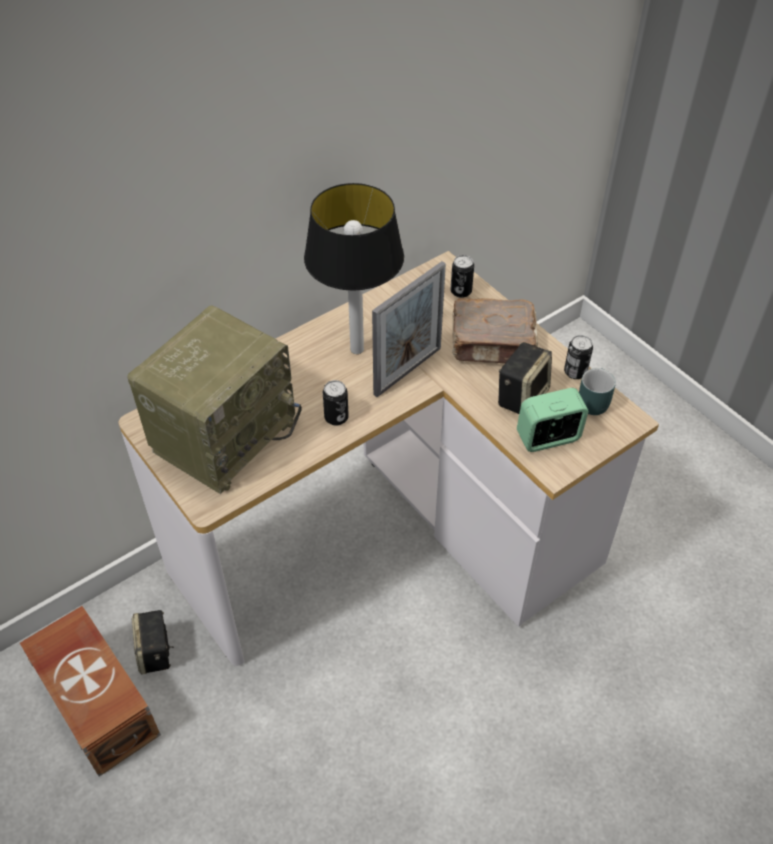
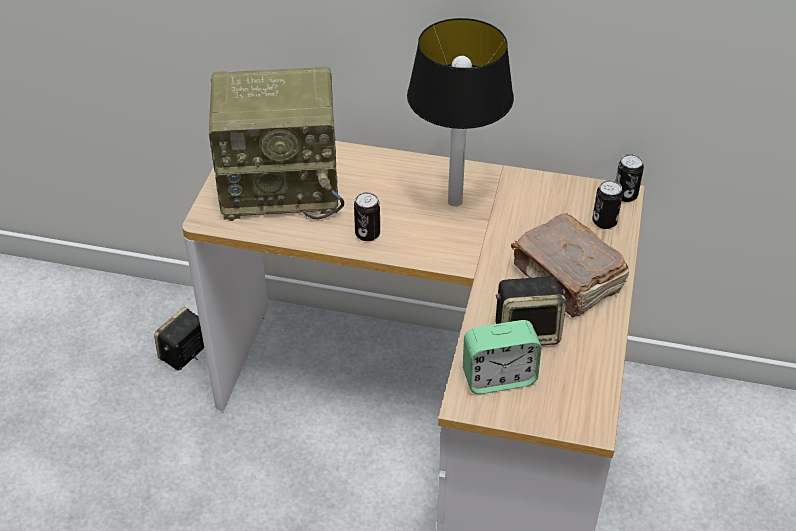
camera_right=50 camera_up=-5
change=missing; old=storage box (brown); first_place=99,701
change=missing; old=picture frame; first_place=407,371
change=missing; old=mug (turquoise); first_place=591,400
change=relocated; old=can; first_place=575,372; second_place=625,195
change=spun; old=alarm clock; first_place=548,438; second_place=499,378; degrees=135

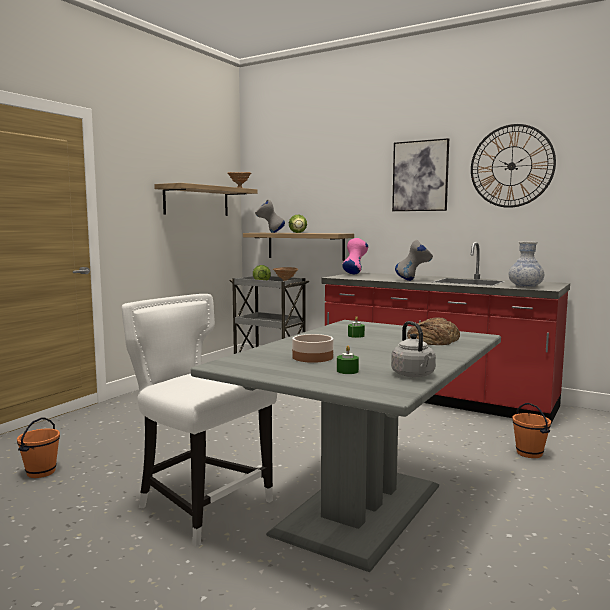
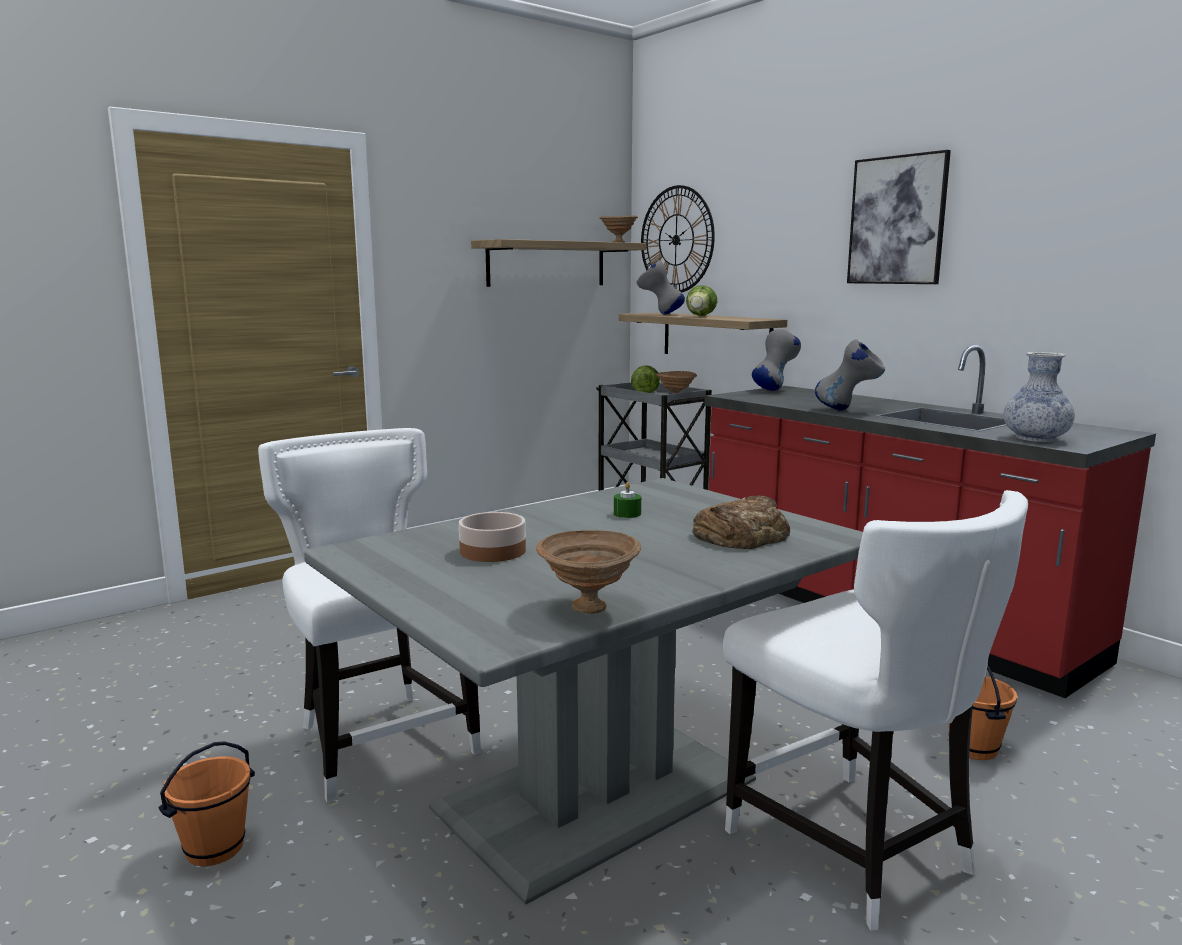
camera_right=20 camera_up=5
change=missing; old=candle (green); first_place=347,371
change=appeared; new=chair (white); second_place=854,850
change=relocated; old=bucket (orange); first_place=40,472; second_place=214,848
change=relocated; old=wall clock; first_place=511,166; second_place=676,240
change=exchanged; old=kettle (grey); new=bowl (brown); first_place=414,375; second_place=590,608
change=colour; old=vase (pink); new=vase (grey); first_place=354,274; second_place=774,389

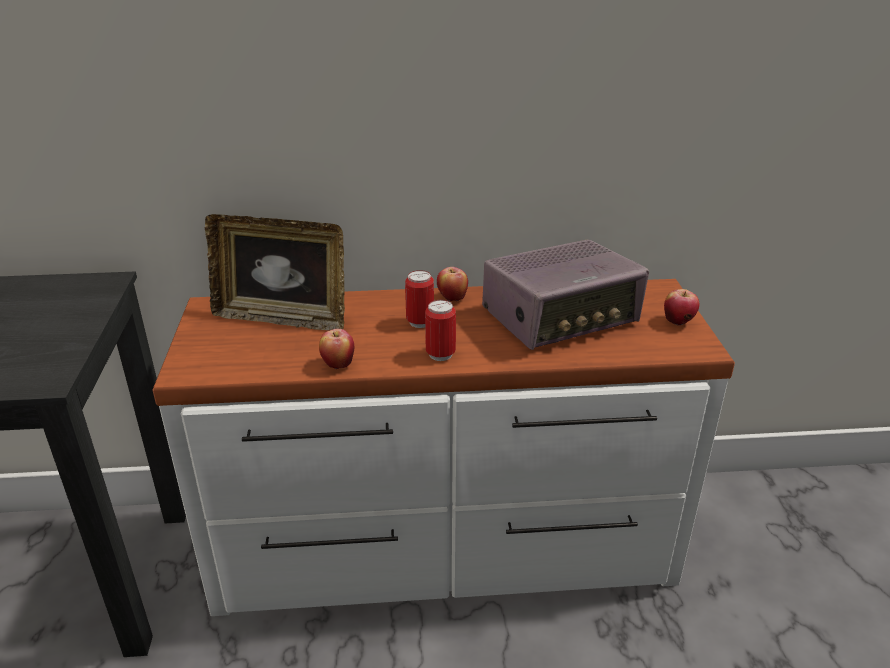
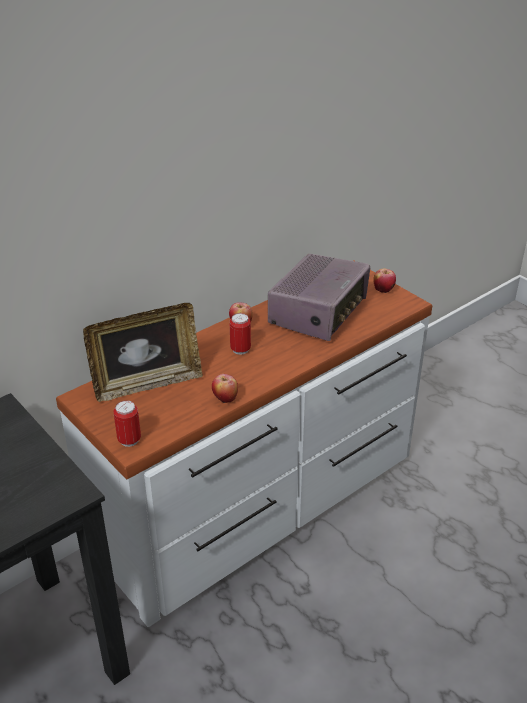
camera_right=-35 camera_up=5
change=relocated; old=can; first_place=440,354; second_place=129,440

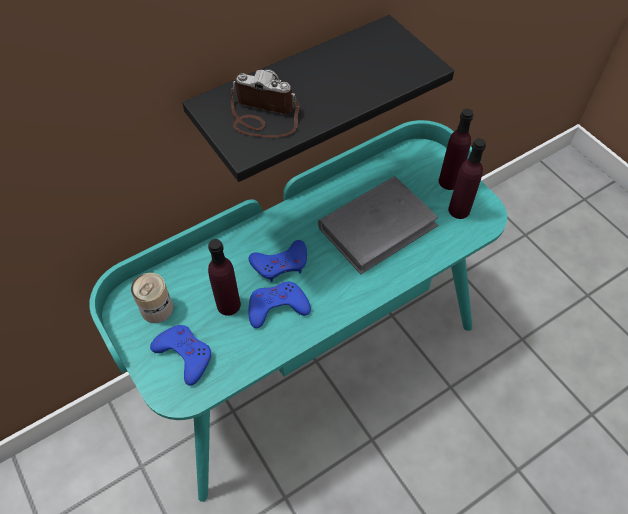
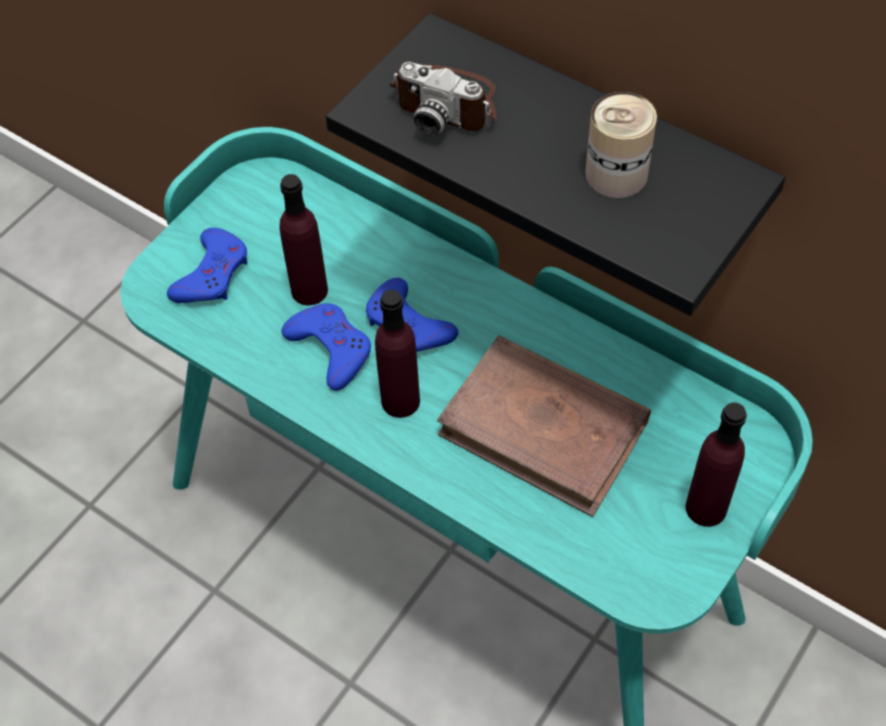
camera_right=70 camera_up=0
change=relocated; old=can; first_place=157,309; second_place=616,174
change=relocated; old=bottle (purple); first_place=459,210; second_place=400,401
change=colour; old=book (grey); new=book (brown); first_place=377,227; second_place=544,429
change=spun; old=photo camera; first_place=263,115; second_place=447,102; degrees=120

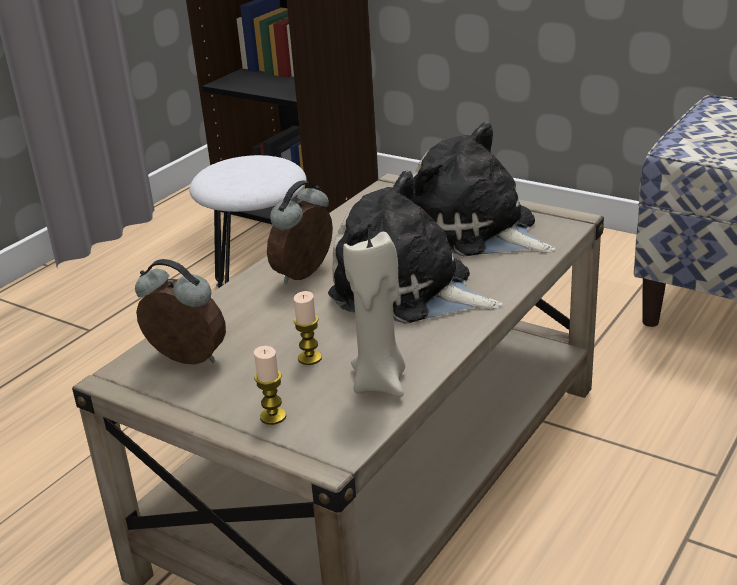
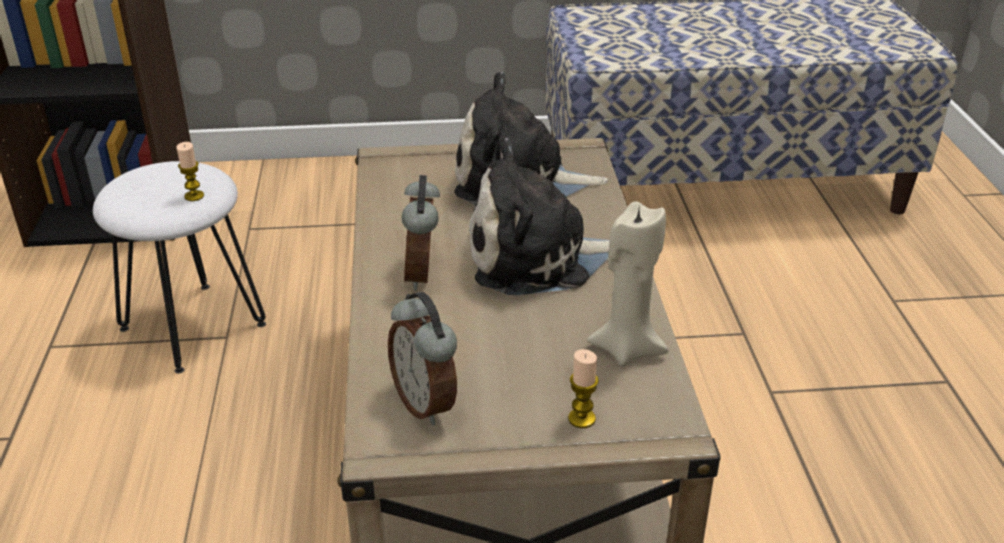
camera_right=-40 camera_up=5
change=relocated; old=candle; first_place=309,358; second_place=194,196
change=spun; old=alarm clock; first_place=186,361; second_place=426,404; degrees=-105

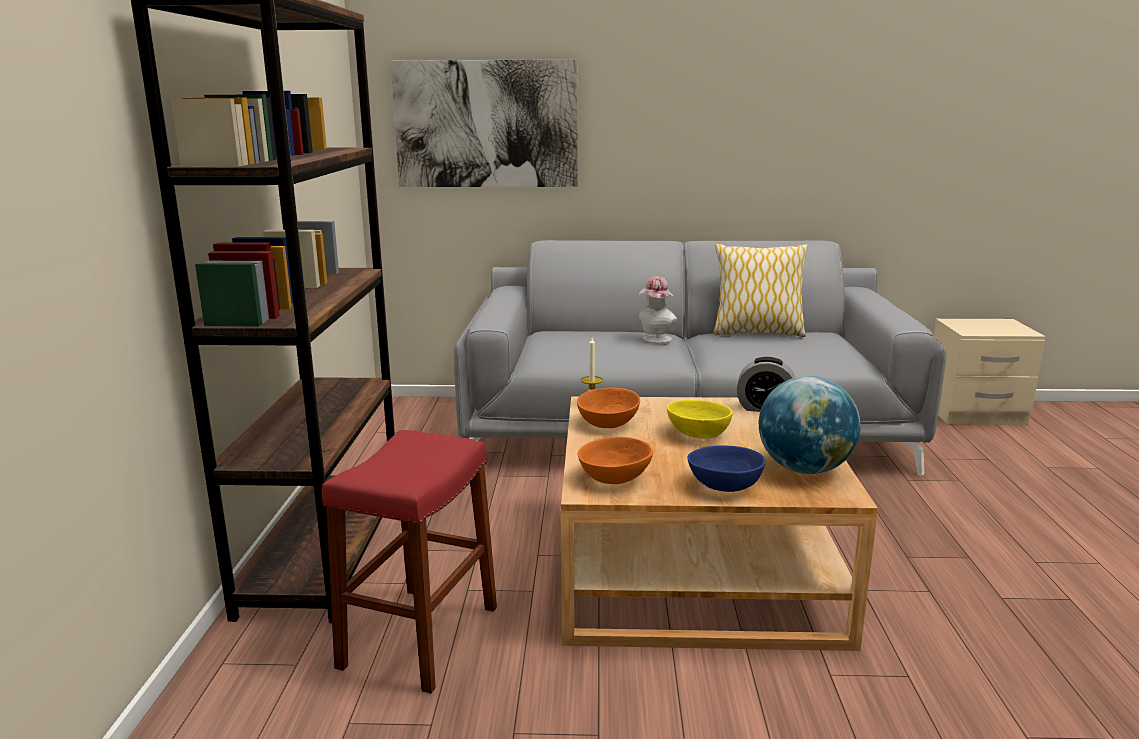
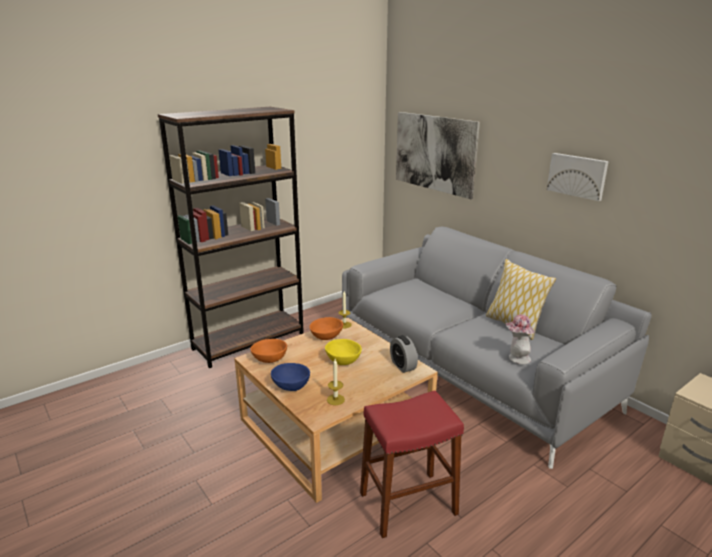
camera_right=50 camera_up=5
change=appeared; new=picture; second_place=577,175
change=relocated; old=stool (red); first_place=420,636; second_place=408,503
change=relocated; old=hat; first_place=655,340; second_place=516,358
change=exchanged; old=globe; new=candle; first_place=805,469; second_place=335,399

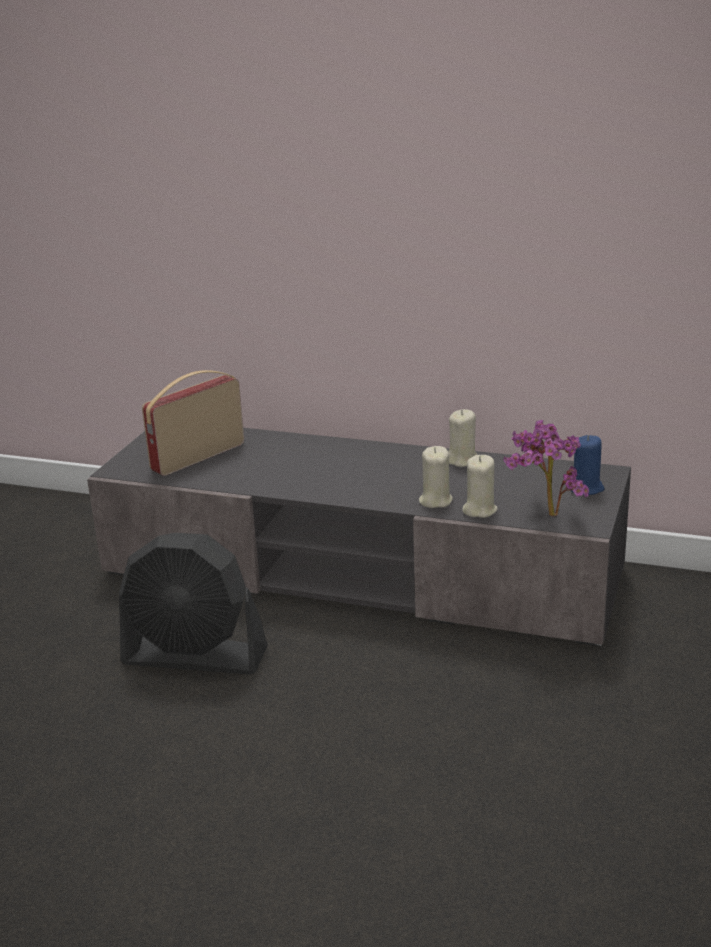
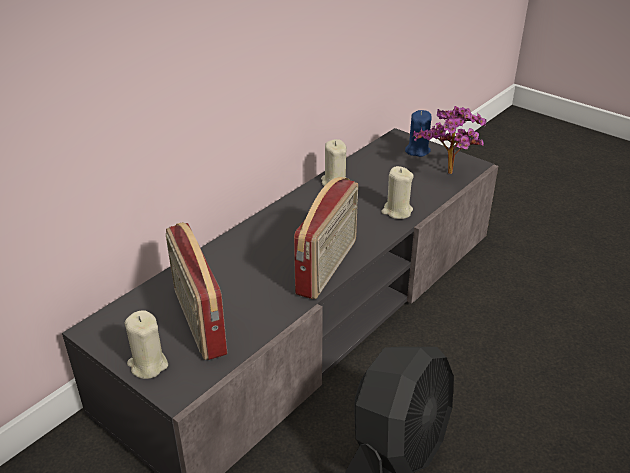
camera_right=-70 camera_up=10
change=appeared; new=radio; second_place=328,267
change=relocated; old=candle (beige); first_place=479,510; second_place=148,365

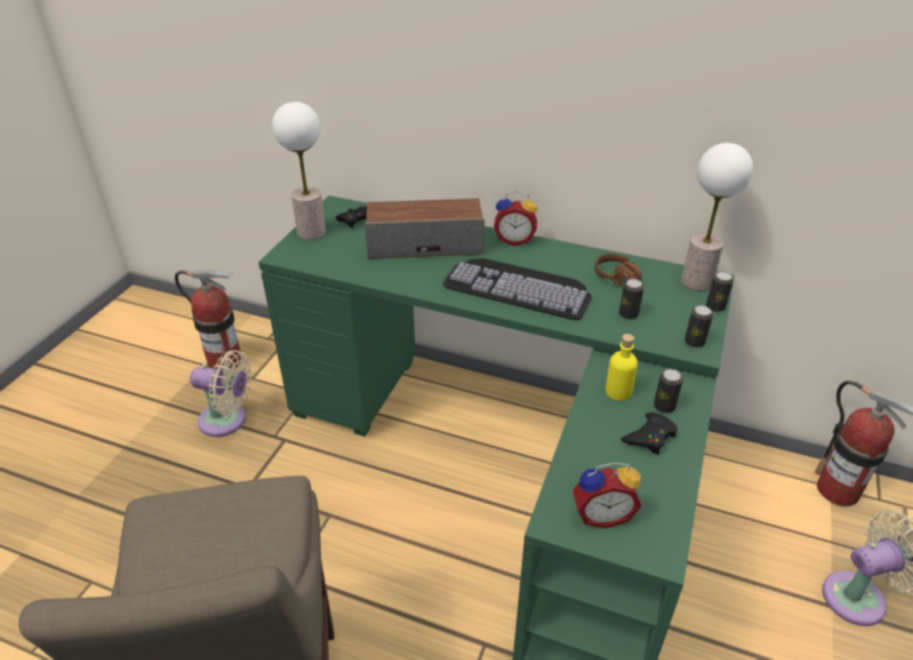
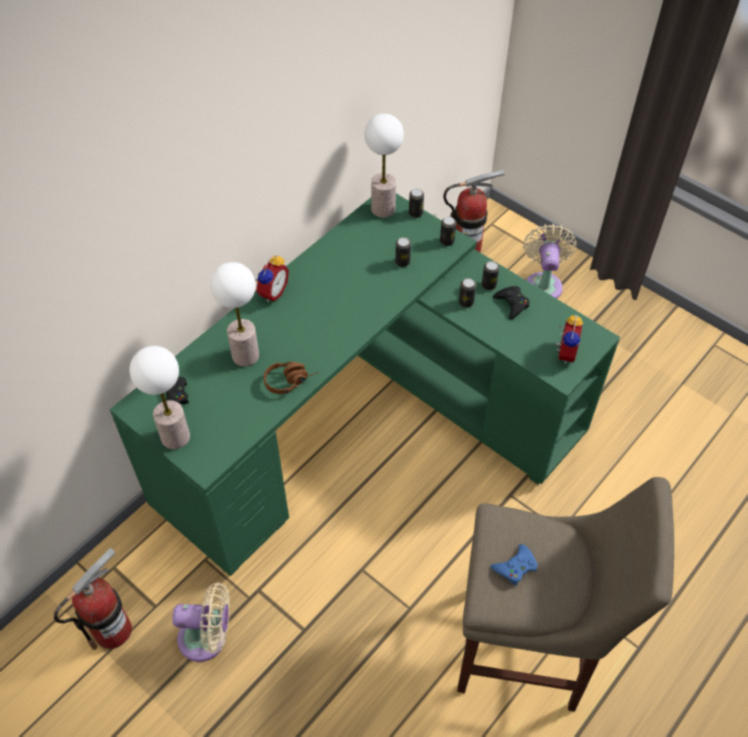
camera_right=-70 camera_up=15
change=missing; old=keyboard; first_place=520,286
change=appeared; new=game controller (blue); second_place=515,567
change=relocated; old=headphones (brown); first_place=621,281; second_place=291,380
change=exchanged; old=speaker; new=table lamp; first_place=425,244; second_place=245,355
change=exchanged; old=bottle (yellow); new=can; first_place=618,391; second_place=466,302
change=spun; old=fan (beige); first_place=227,420; second_place=208,638; degrees=60

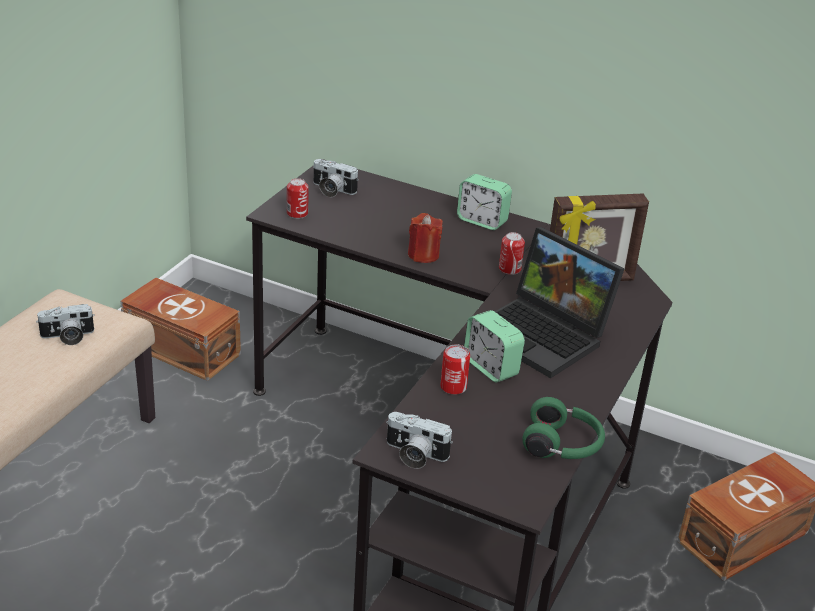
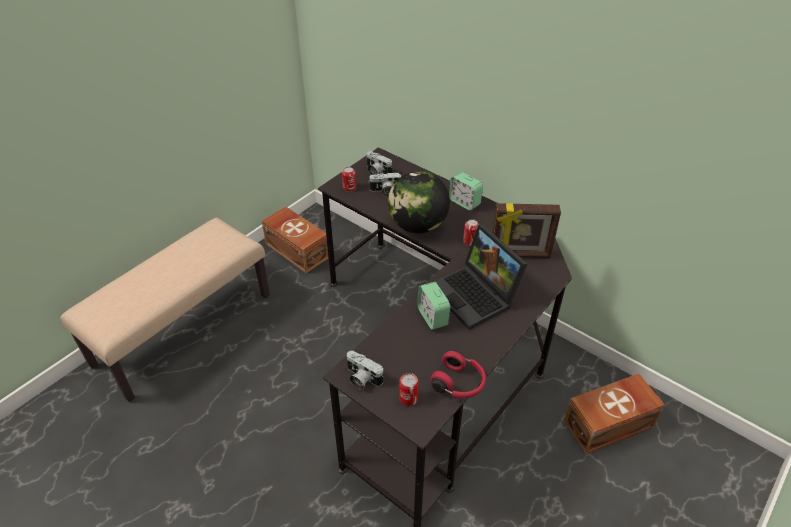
camera_right=15 camera_up=10
change=relocated; old=photo camera; first_place=67,337; second_place=385,191
change=relocated; old=can; first_place=453,387; second_place=408,398
change=exchanged; old=candle (red); new=globe; first_place=423,255; second_place=418,226
change=colour; old=headphones (green); new=headphones (red); first_place=563,445; second_place=459,383

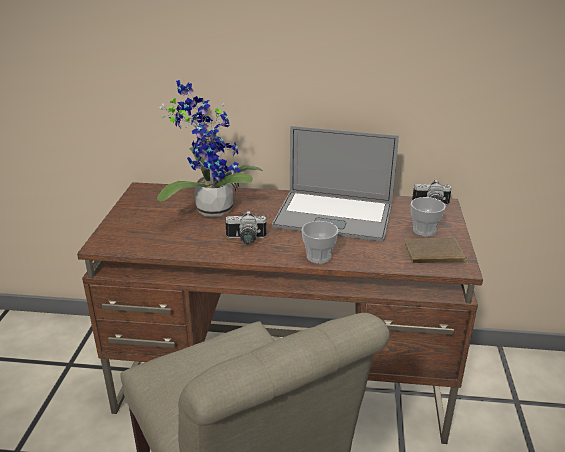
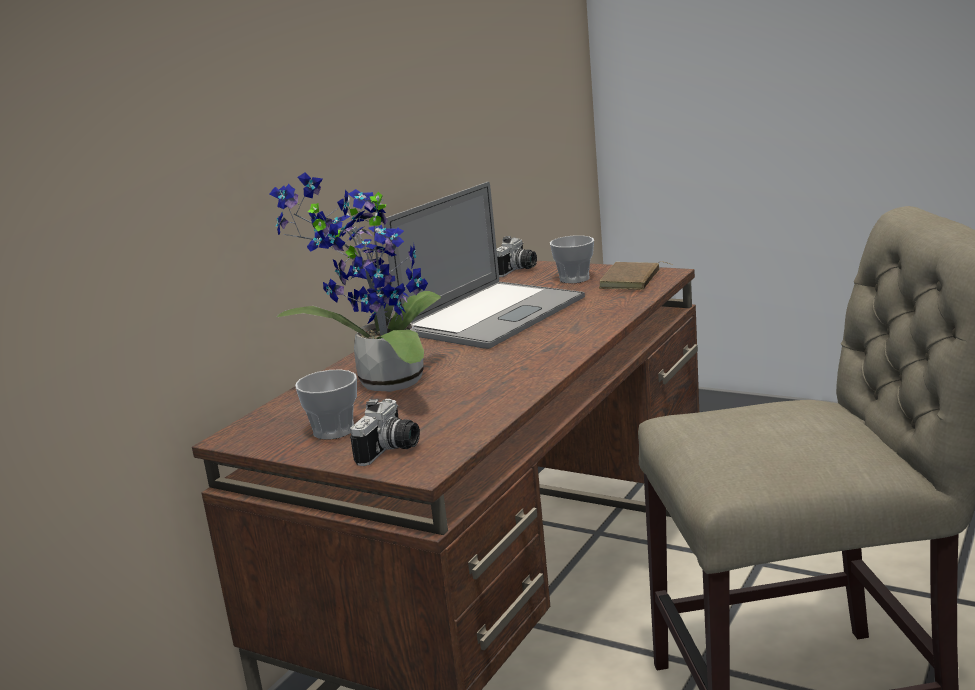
camera_right=-65 camera_up=-10
change=relocated; old=photo camera; first_place=246,240; second_place=392,450
change=relocated; old=cup; first_place=319,257; second_place=334,430

